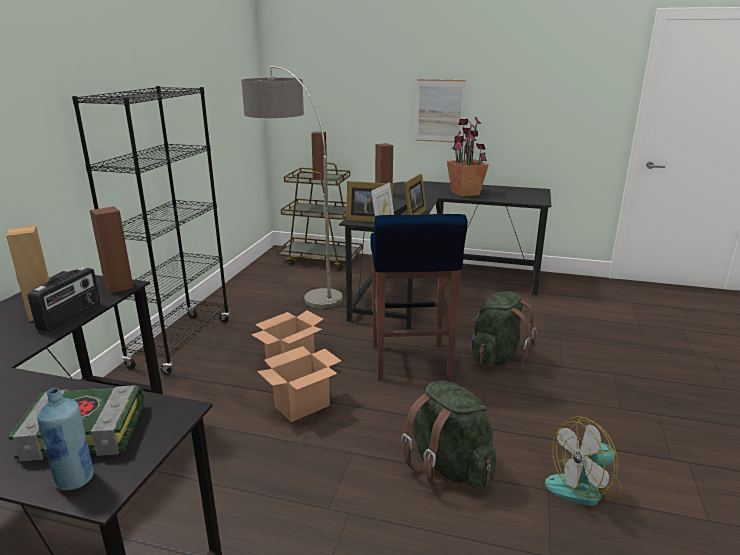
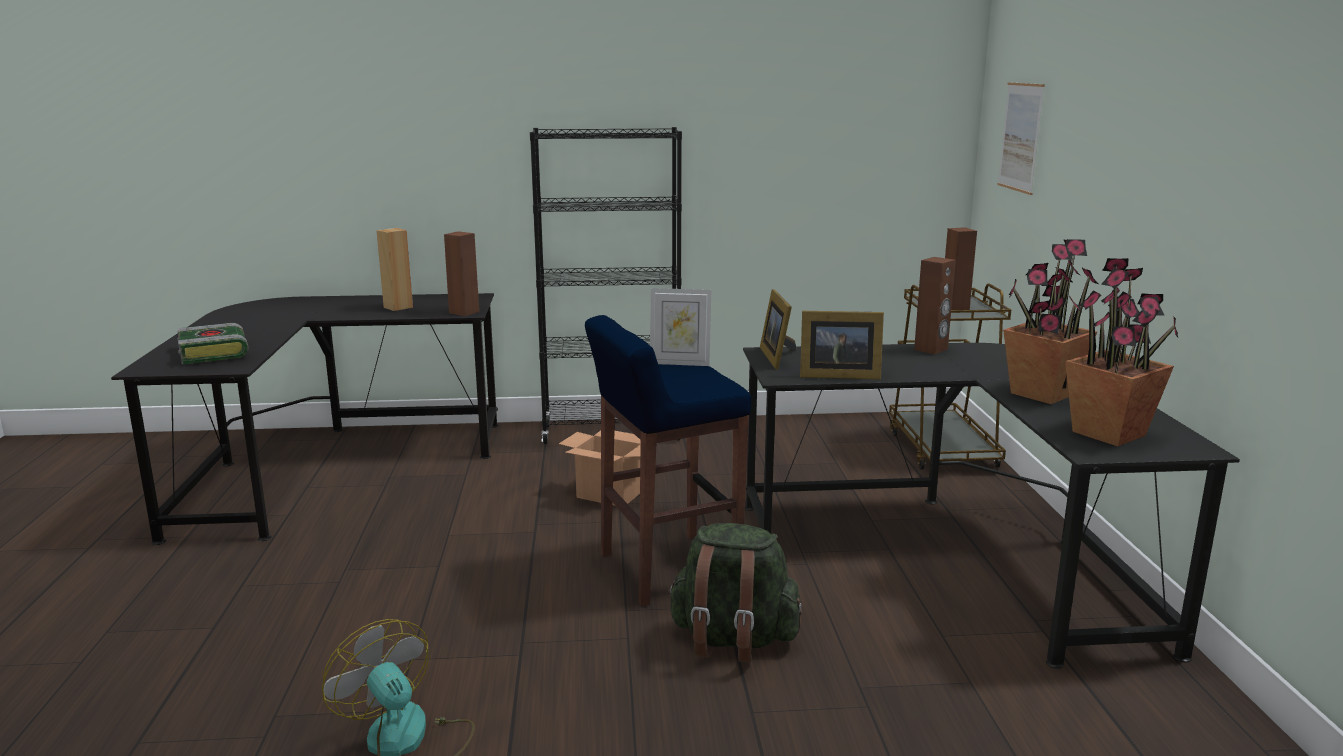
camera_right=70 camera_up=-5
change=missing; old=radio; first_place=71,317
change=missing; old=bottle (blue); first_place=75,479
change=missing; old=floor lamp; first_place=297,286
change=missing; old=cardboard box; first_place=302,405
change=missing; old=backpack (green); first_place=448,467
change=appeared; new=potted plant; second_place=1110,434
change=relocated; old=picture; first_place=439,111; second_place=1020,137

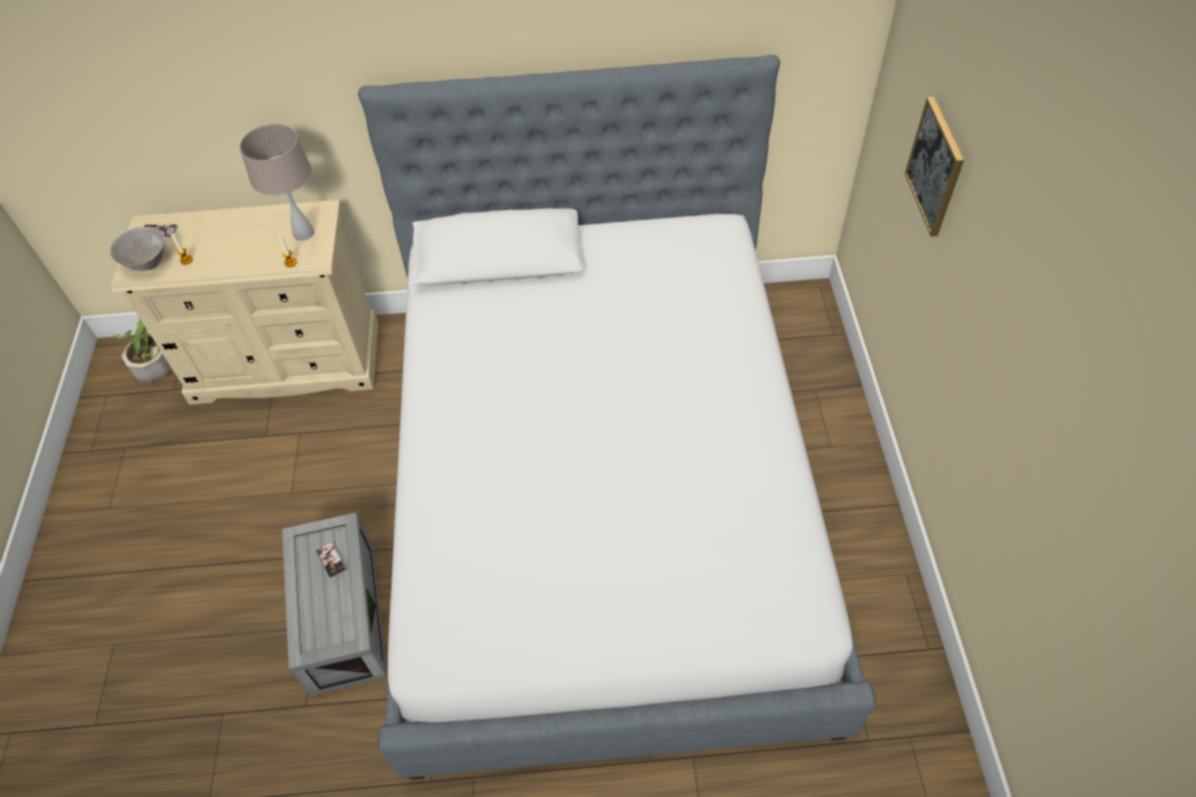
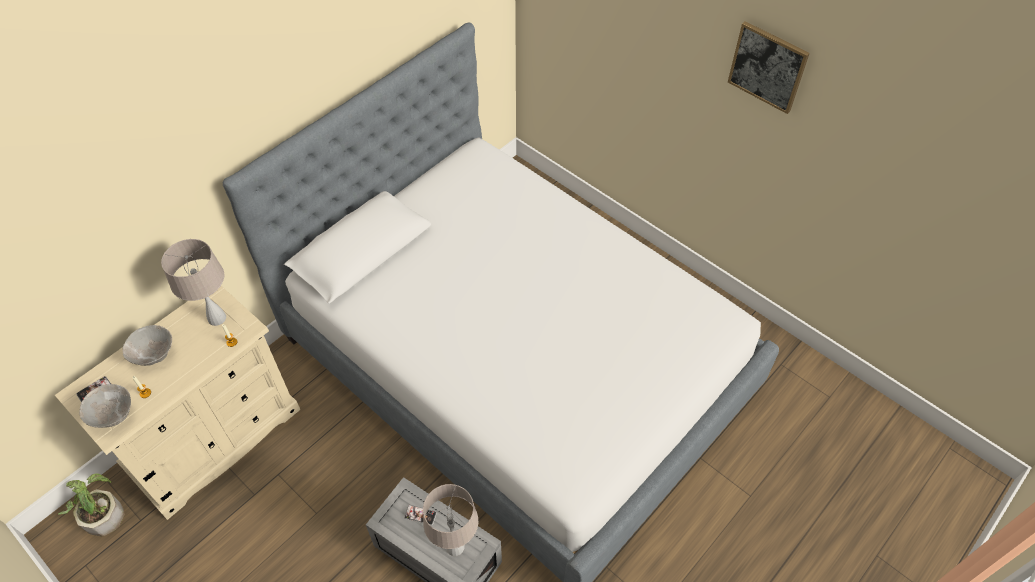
camera_right=-45 camera_up=0
change=appeared; new=bowl (grey); second_place=155,355
change=appeared; new=table lamp (beige); second_place=455,546
change=relocated; old=picture; first_place=935,167; second_place=768,67

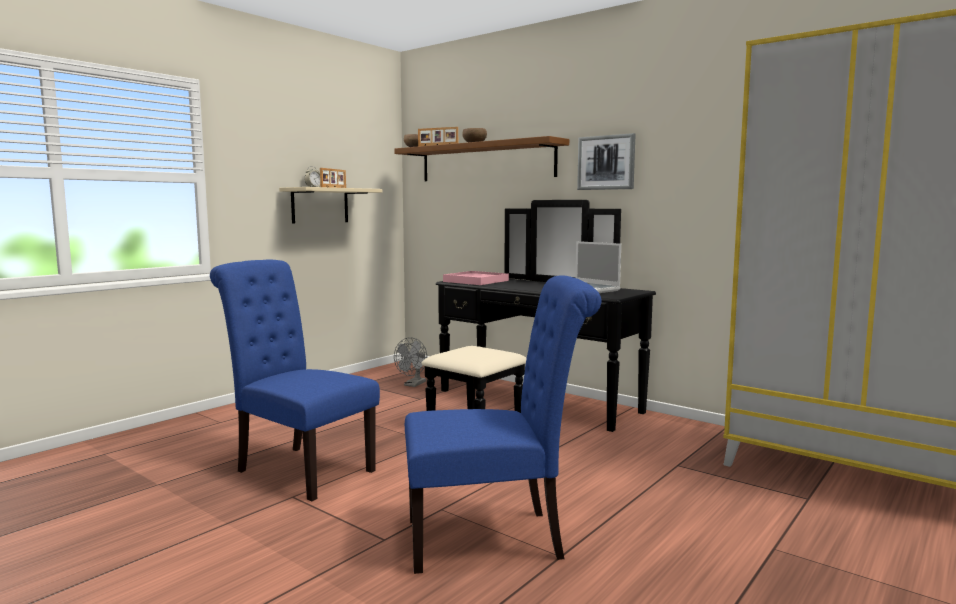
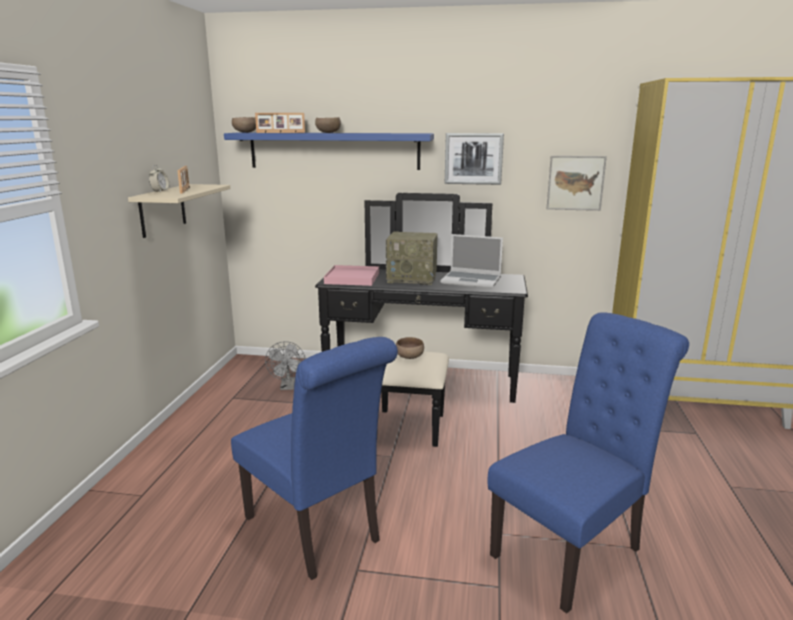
camera_right=-30 camera_up=10
change=appeared; new=radio; second_place=413,279
change=appeared; new=bowl (brown); second_place=410,357
change=appeared; new=picture; second_place=575,183
change=colour; old=shelf (brown); new=shelf (blue); first_place=485,162; second_place=334,150
change=spun; old=chair (blue); first_place=298,469; second_place=317,532; degrees=-135

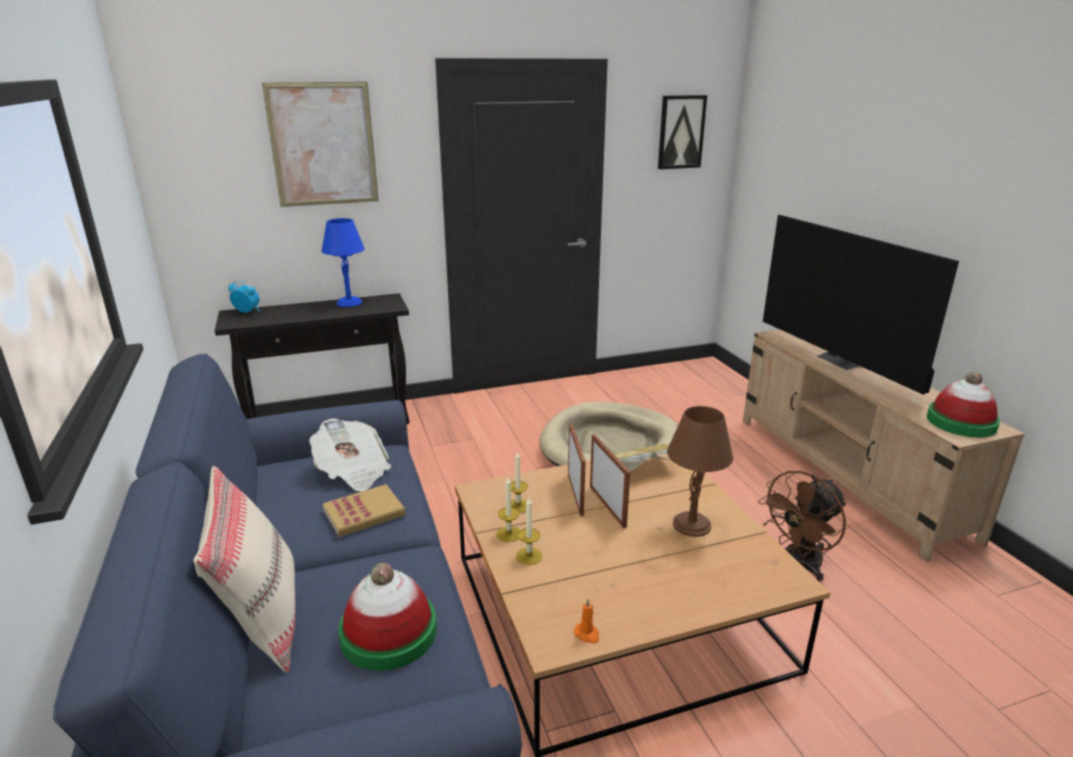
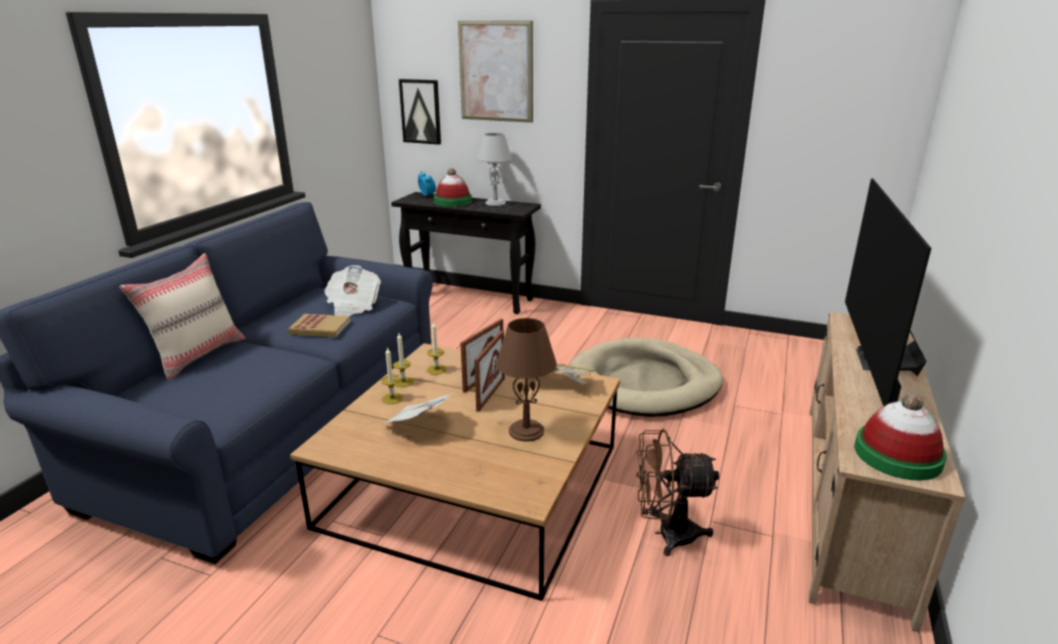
camera_right=40 camera_up=0
change=missing; old=candle (orange); first_place=587,634
change=appeared; new=newspaper; second_place=419,425
change=relocated; old=hat; first_place=389,633; second_place=453,201
change=relocated; old=picture; first_place=681,132; second_place=421,111
change=colour; old=table lamp (blue); new=table lamp (grey); first_place=349,303; second_place=495,203

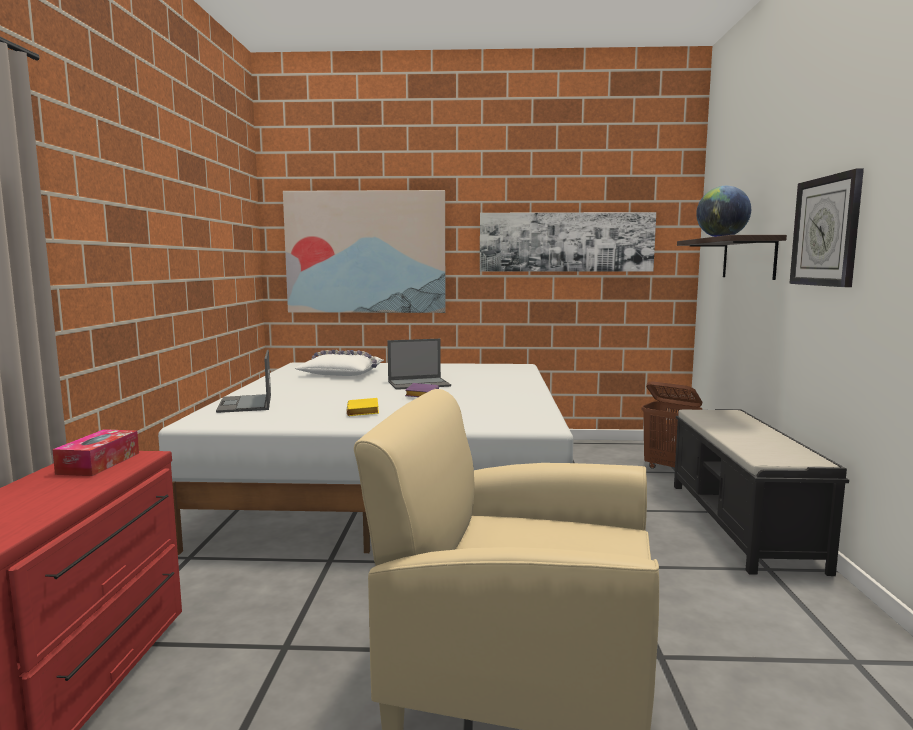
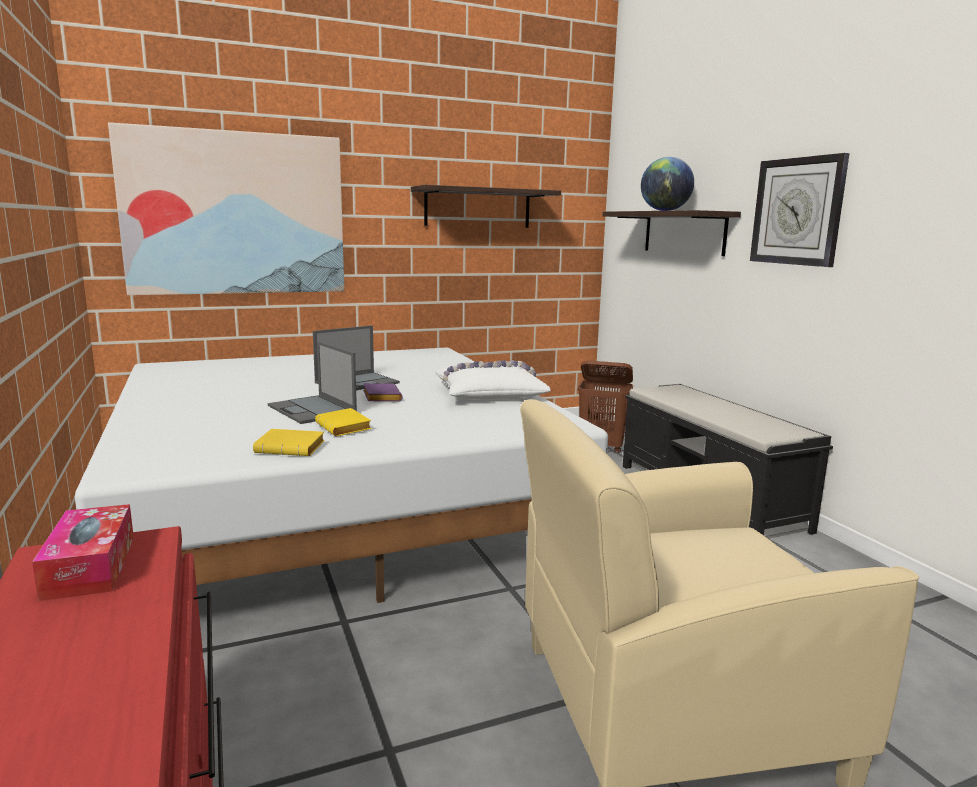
camera_right=-25 camera_up=5
change=appeared; new=book (yellow); second_place=292,448
change=relocated; old=laptop; first_place=245,404; second_place=312,410
change=relocated; old=pillow (white); first_place=342,373; second_place=489,393
change=exchanged; old=picture; new=shelf; first_place=566,242; second_place=478,208

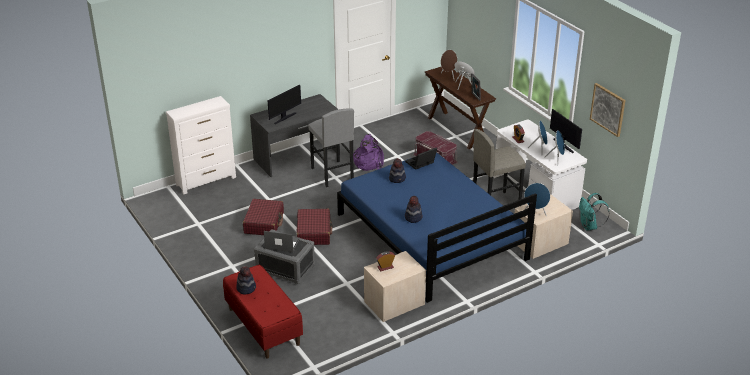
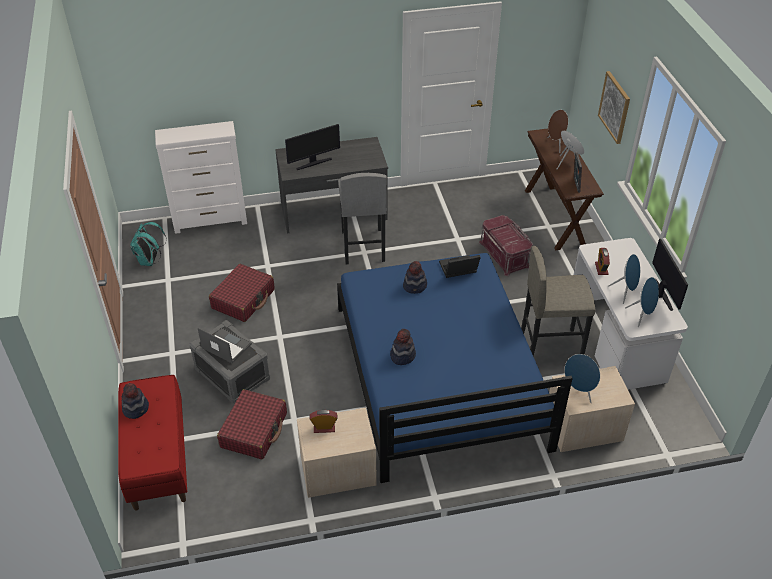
camera_right=20 camera_up=10
change=missing; old=backpack (purple); first_place=369,162
change=relocated; old=suitcase (red); first_place=314,232; second_place=254,430
change=relocated; old=backpack (turquoise); first_place=589,226; second_place=150,261
change=relocated; old=picture; first_place=608,109; second_place=615,107

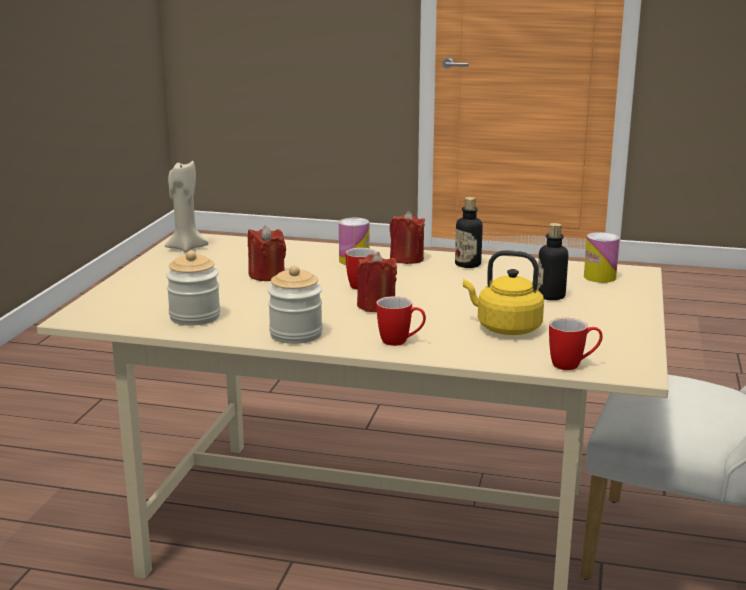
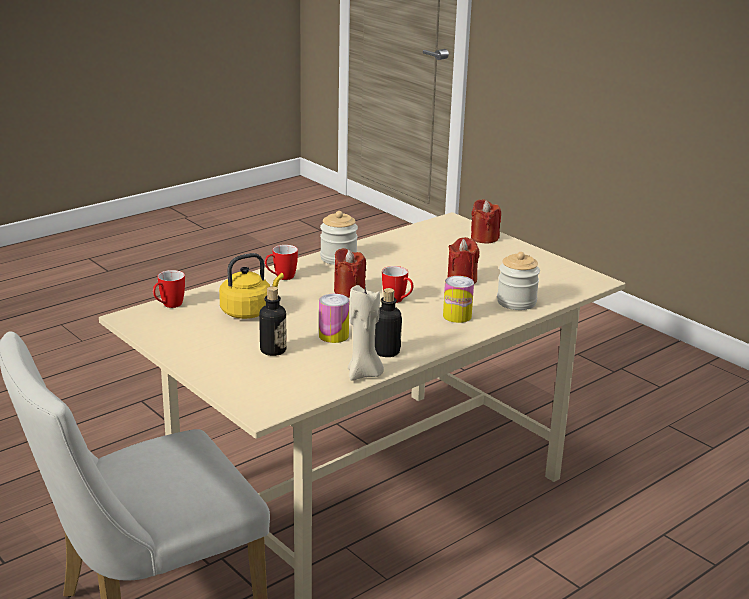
camera_right=125 camera_up=5
change=relocated; old=candle (beige); first_place=186,248; second_place=364,374
change=relocated; old=jar; first_place=195,317; second_place=516,302
change=relocated; old=candle (red); first_place=406,259; second_place=484,238
change=relocated; old=can; first_place=599,277; second_place=333,336

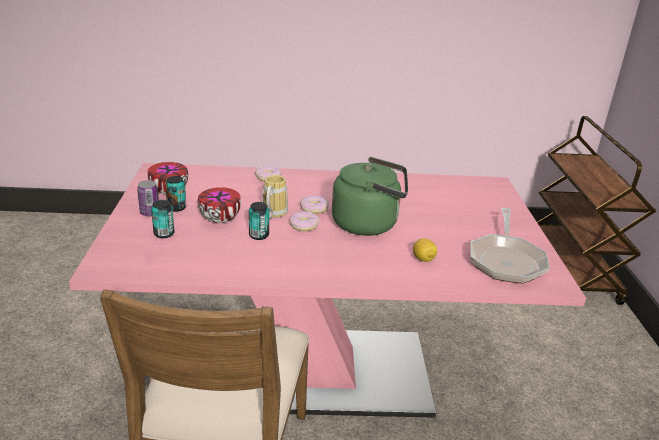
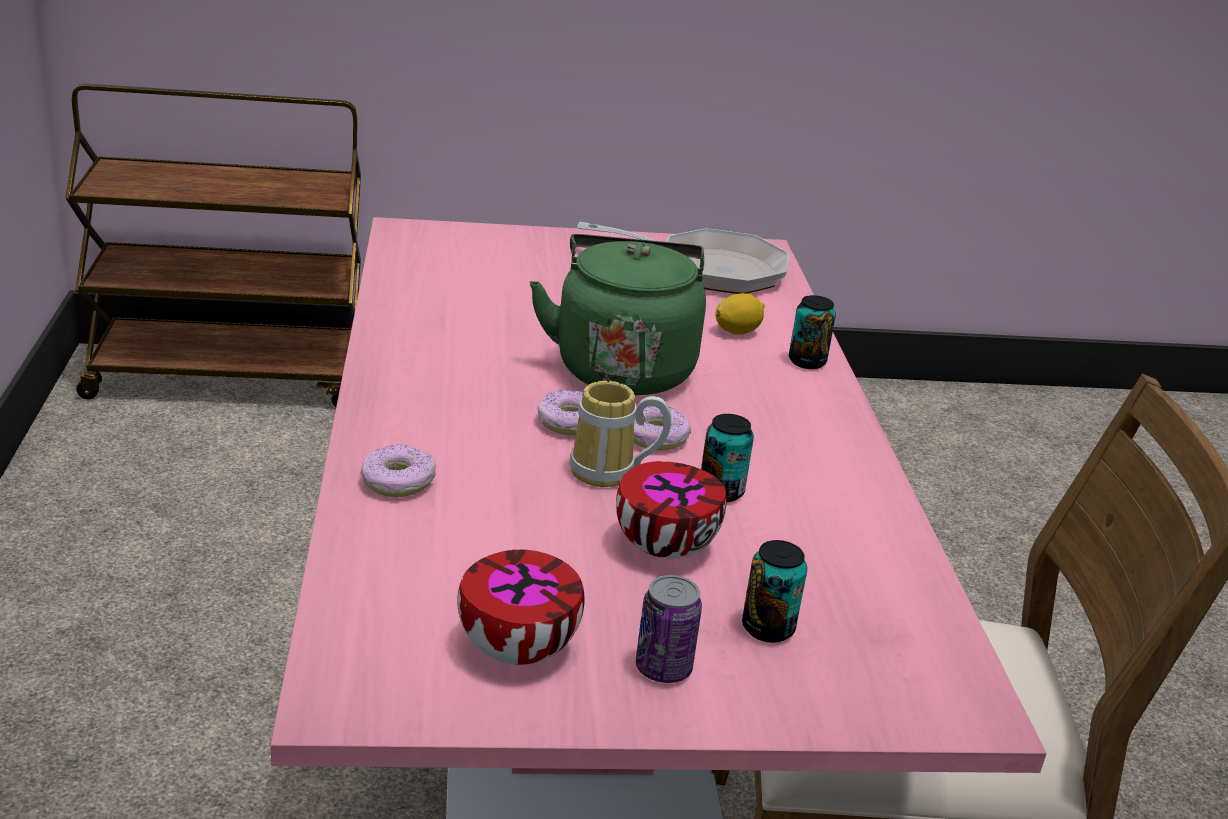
camera_right=-95 camera_up=0
change=relocated; old=can; first_place=176,208; second_place=807,361

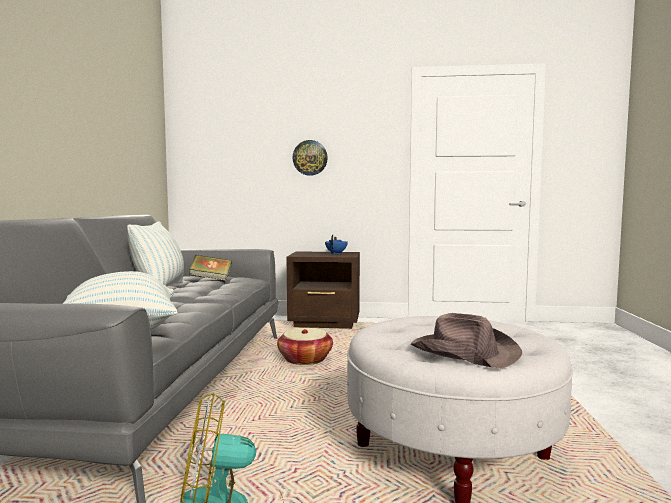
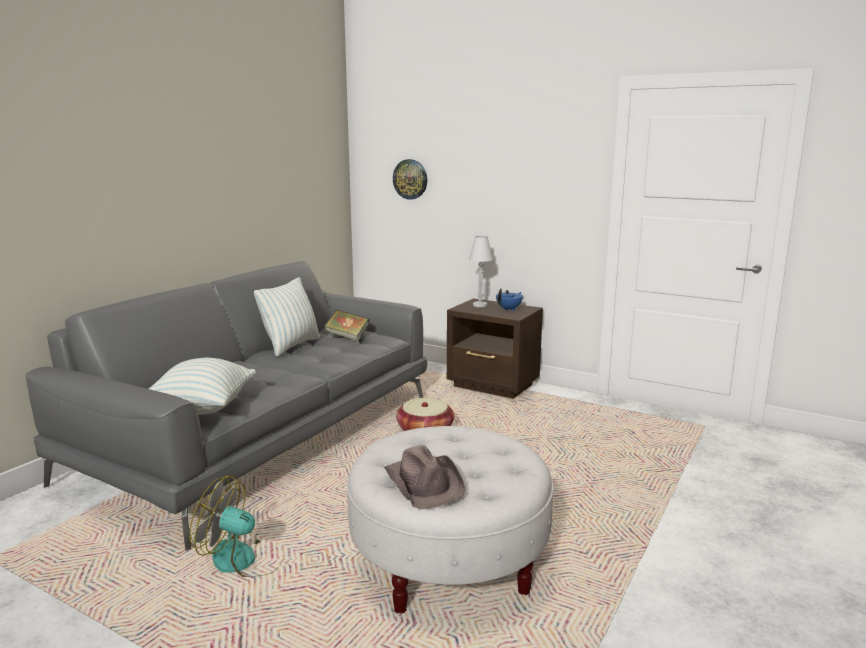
camera_right=25 camera_up=10
change=appeared; new=table lamp (white); second_place=480,305
change=relocated; old=wall clock; first_place=310,158; second_place=410,179

